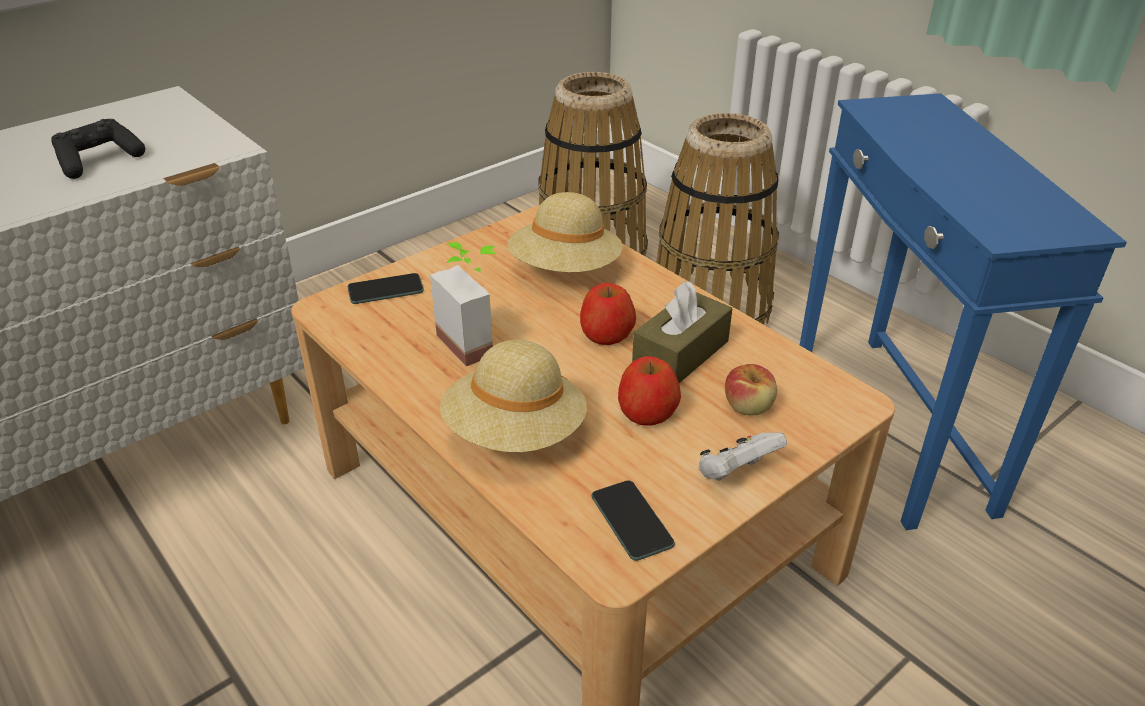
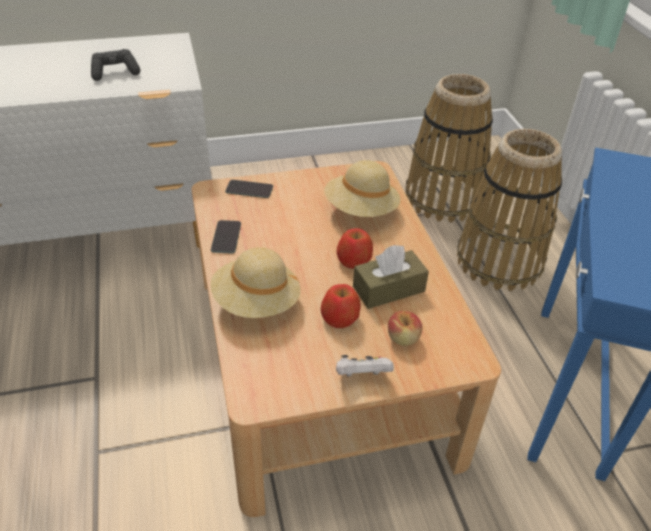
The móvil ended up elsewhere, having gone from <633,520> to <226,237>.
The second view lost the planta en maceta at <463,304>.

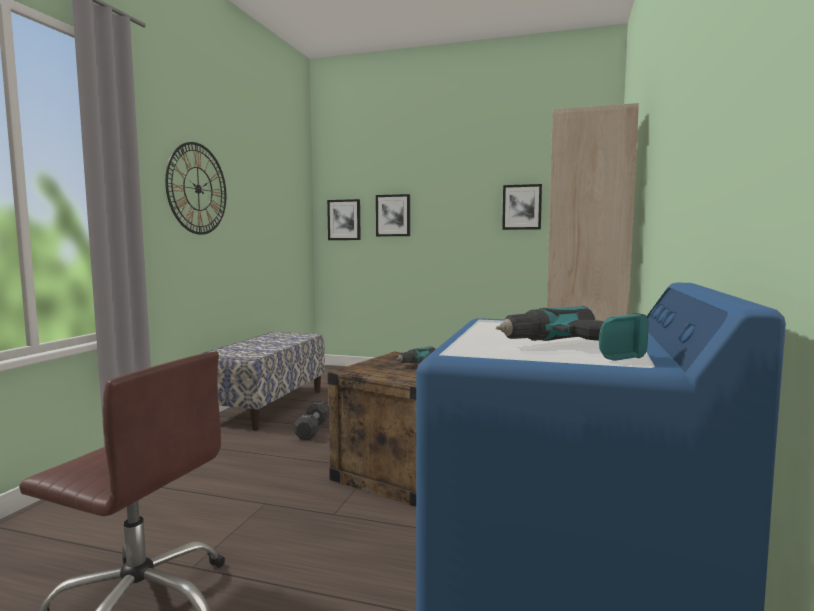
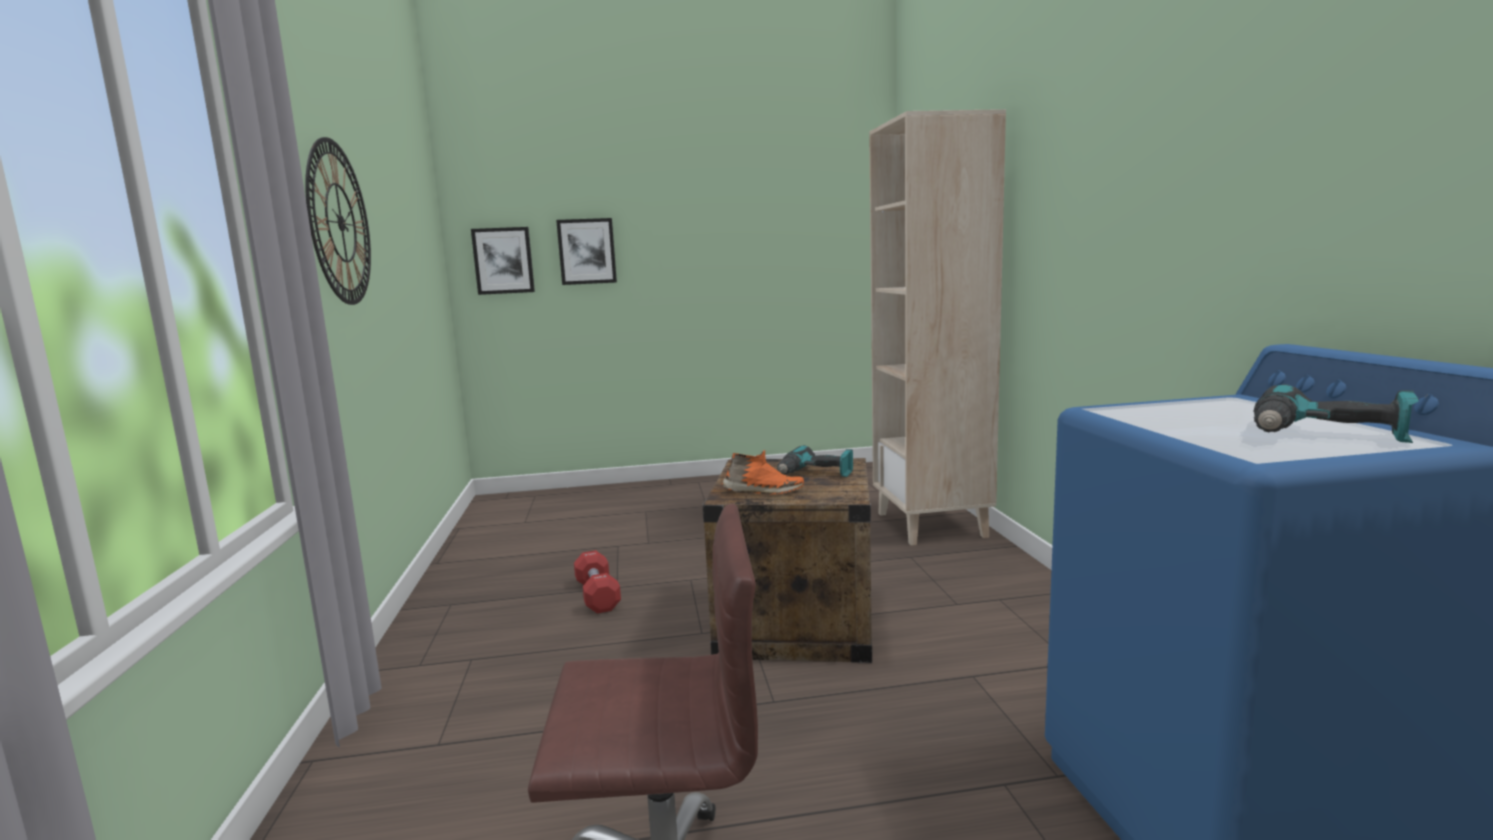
What was the mancuerna/negro at <311,420> turned into the mancuerna/rojo at <597,581>.
The second view gained the zapato/naranja at <763,472>.
The second view lost the banco at <263,381>.
The second view lost the cuadro at <522,207>.

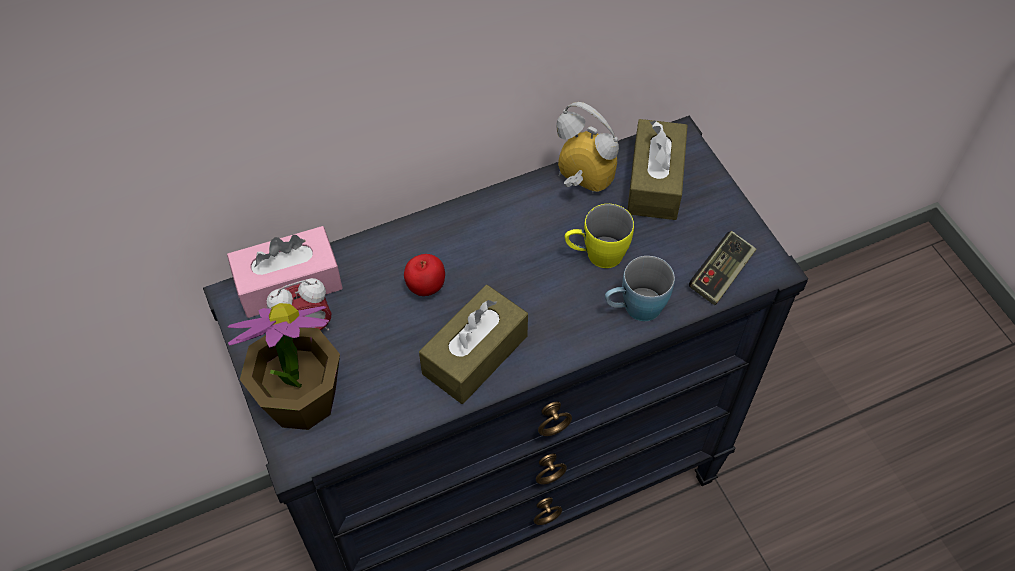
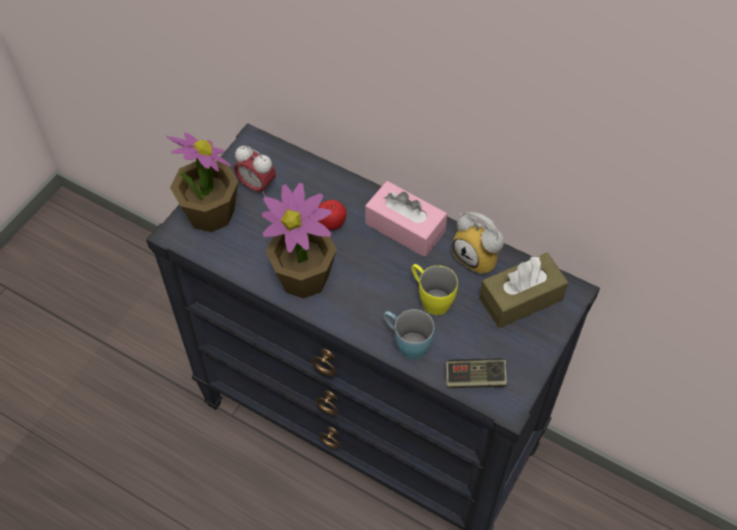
Where the caja de pañuelos/marrón stood at <473,344>, the planta en maceta came to stand at <299,241>.
The caja de pañuelos/rosa ended up elsewhere, having gone from <285,272> to <406,219>.
The despertador at <587,148> ended up facing another way, 135 degrees clockwise from before.

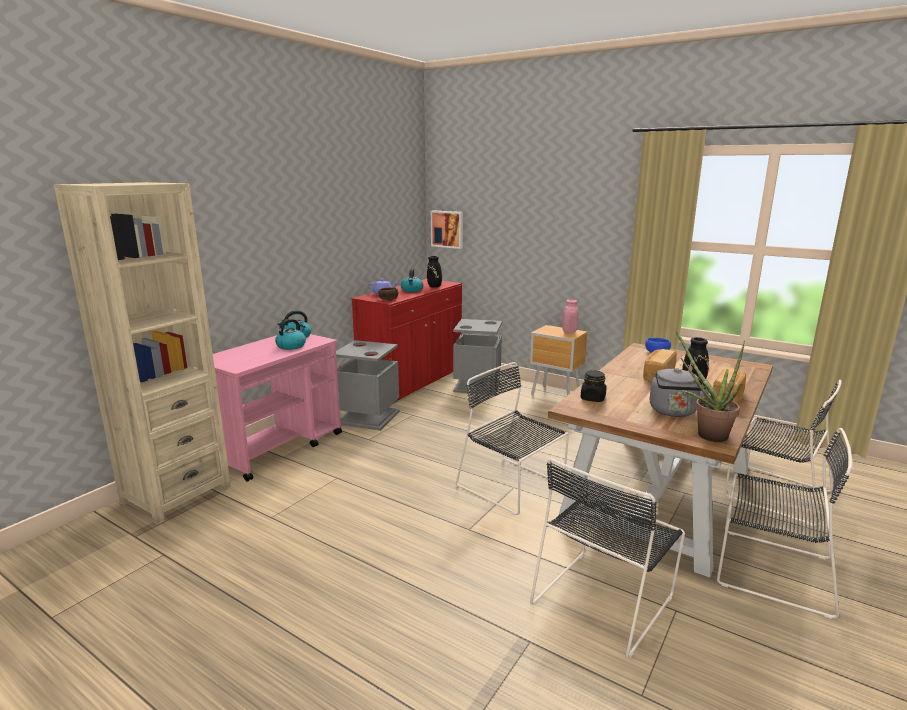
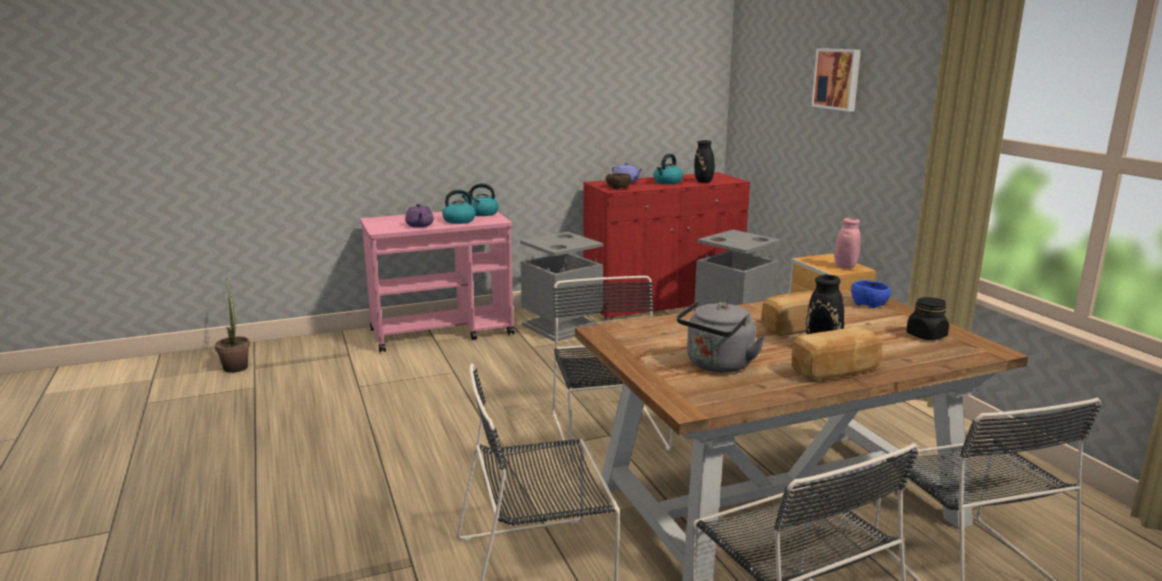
The planta en maceta ended up elsewhere, having gone from <710,385> to <232,325>.
The second view gained the tetera/morado at <419,215>.
The cuadro ended up elsewhere, having gone from <447,229> to <836,80>.
The tarro/negro ended up elsewhere, having gone from <594,386> to <927,318>.
The second view lost the estantería/beis at <142,353>.

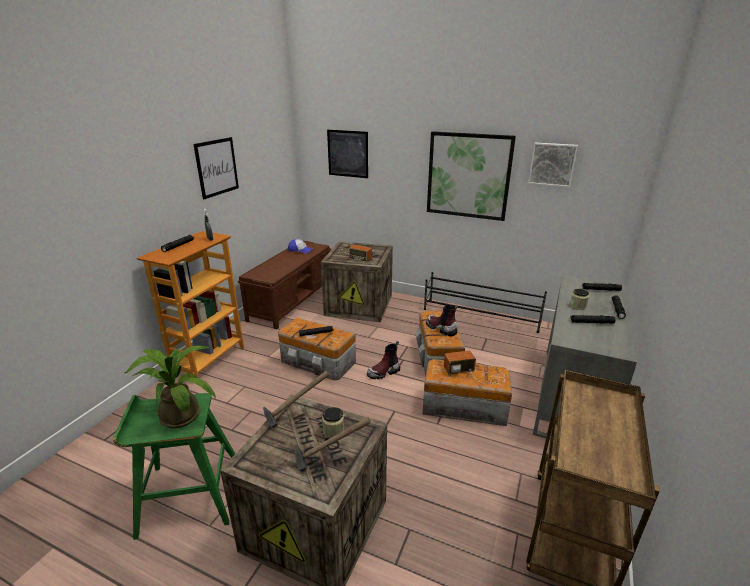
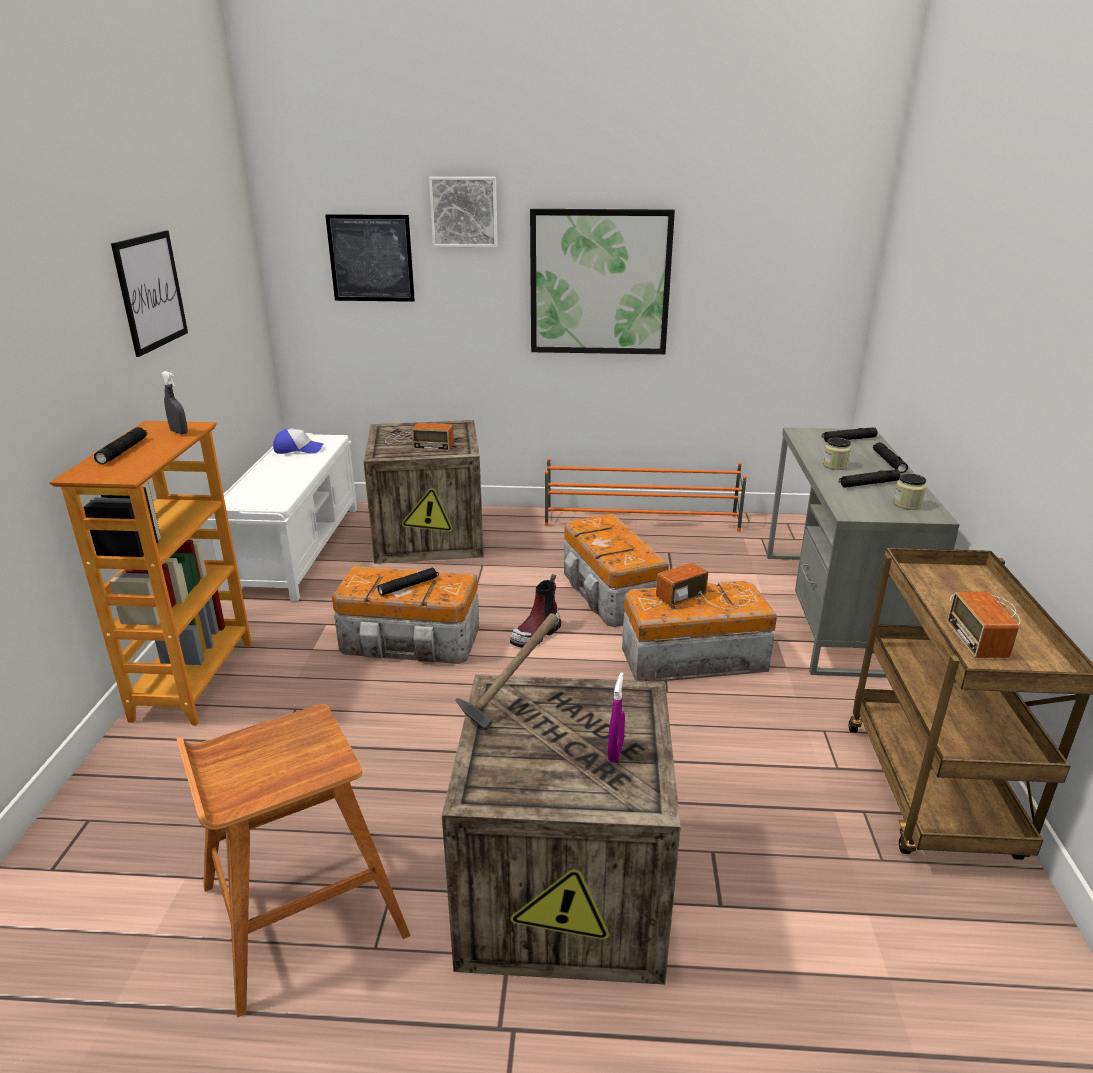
What was the taburete/verde at <174,466> turned into the taburete/marrón at <293,861>.
What was the banco/marrón at <284,284> turned into the banco/blanco at <281,517>.
The cuadro ended up elsewhere, having gone from <553,164> to <463,212>.
What was the zapatero/negro at <485,302> turned into the zapatero/naranja at <646,494>.
Where the martillo stood at <333,444>, the pulverizador/morado came to stand at <616,717>.
The tarro ended up elsewhere, having gone from <333,422> to <909,492>.
The second view gained the radio at <984,625>.
The second view lost the planta en maceta at <170,387>.
The second view lost the bota at <442,320>.

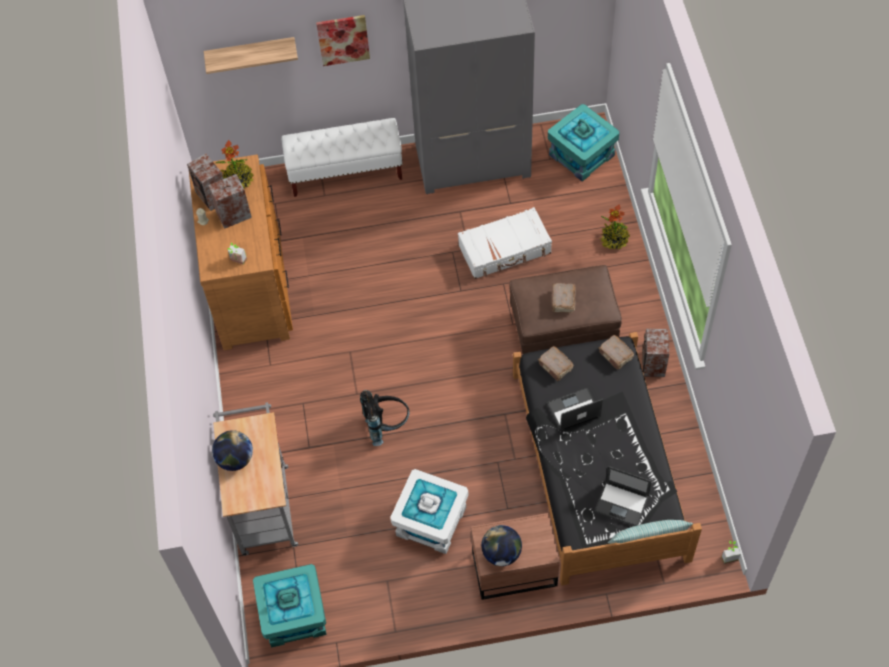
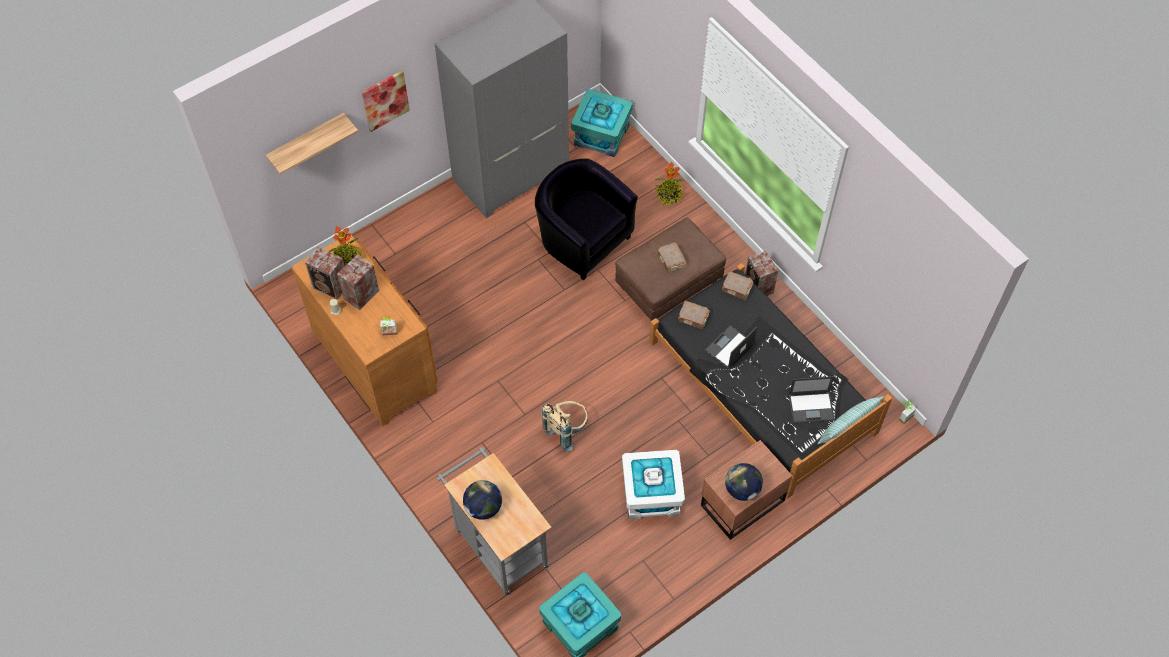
Where the maleta/blanco stood at <505,243>, the sillón/negro came to stand at <586,220>.
What was the mochila/negro at <385,418> turned into the mochila/beis at <565,426>.
The second view lost the banco/blanco at <342,157>.

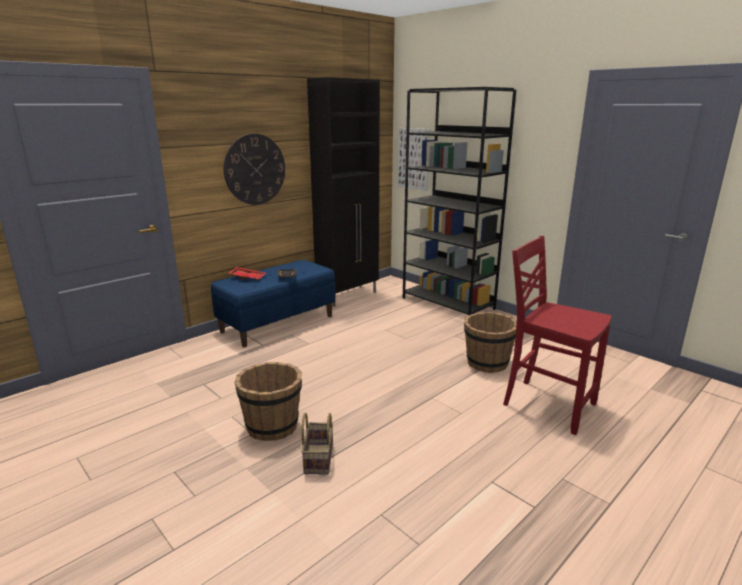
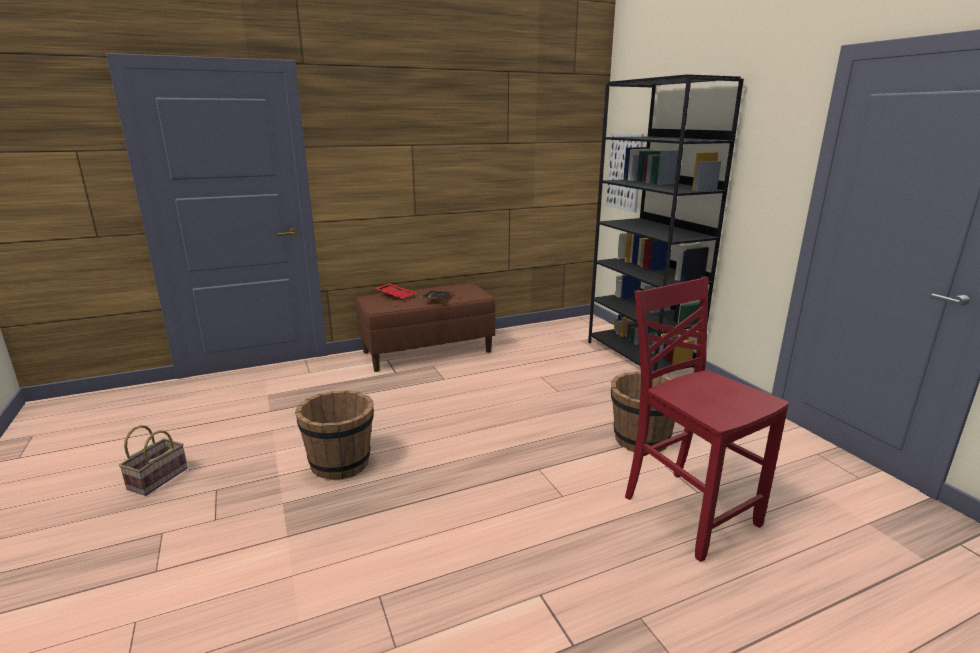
The cesta ended up elsewhere, having gone from <317,443> to <153,460>.
What was the banco/azul at <273,303> turned into the banco/marrón at <426,327>.
The second view lost the reloj de pared at <254,169>.
The second view lost the armario/negro at <343,191>.

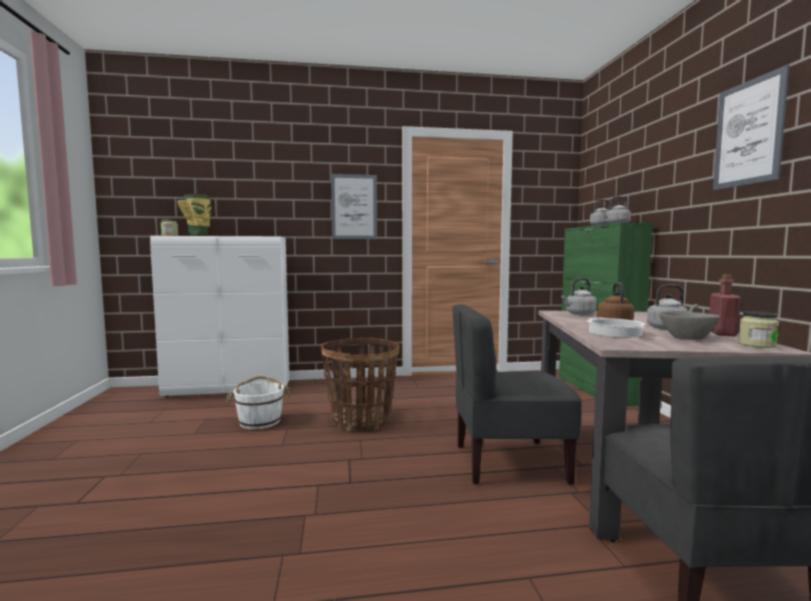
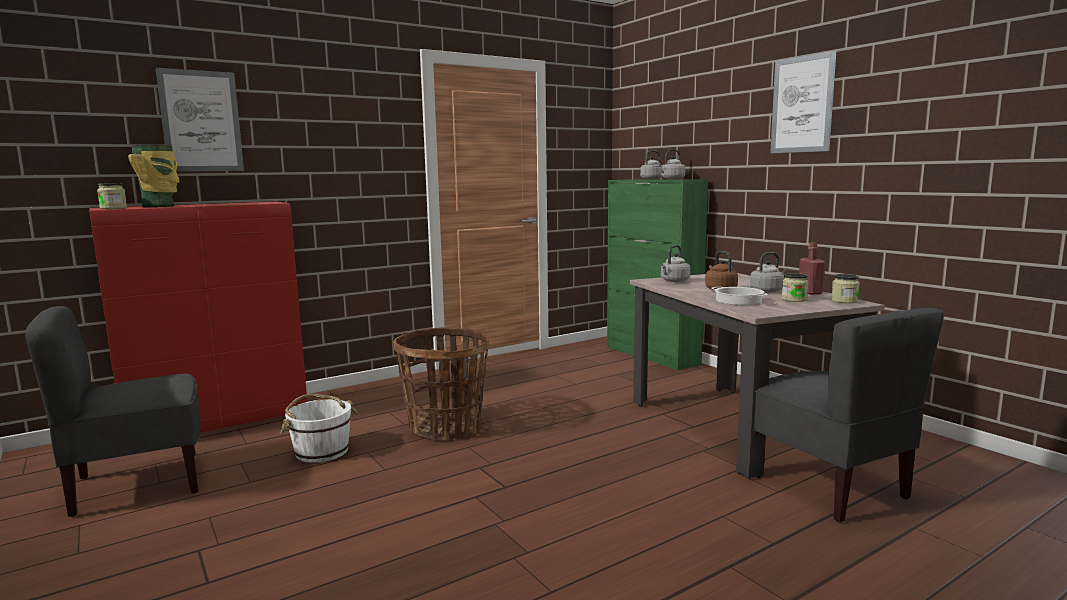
The silla/gris ended up elsewhere, having gone from <517,394> to <113,411>.
What was the armario/blanco at <220,317> turned into the armario/rojo at <198,317>.
The cuadro ended up elsewhere, having gone from <354,206> to <200,120>.
Where the cuenco/gris stood at <689,326>, the tarro came to stand at <795,287>.

